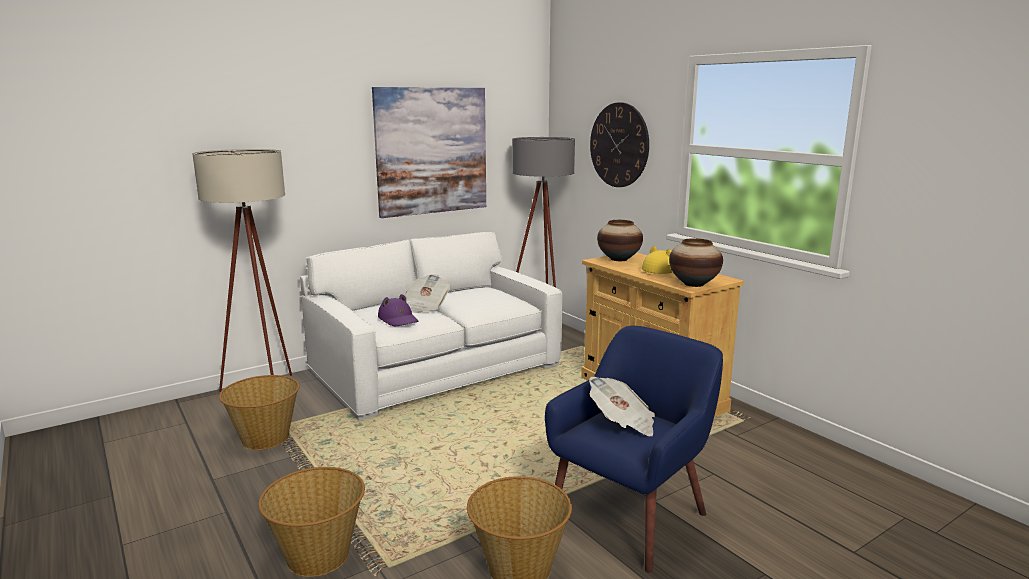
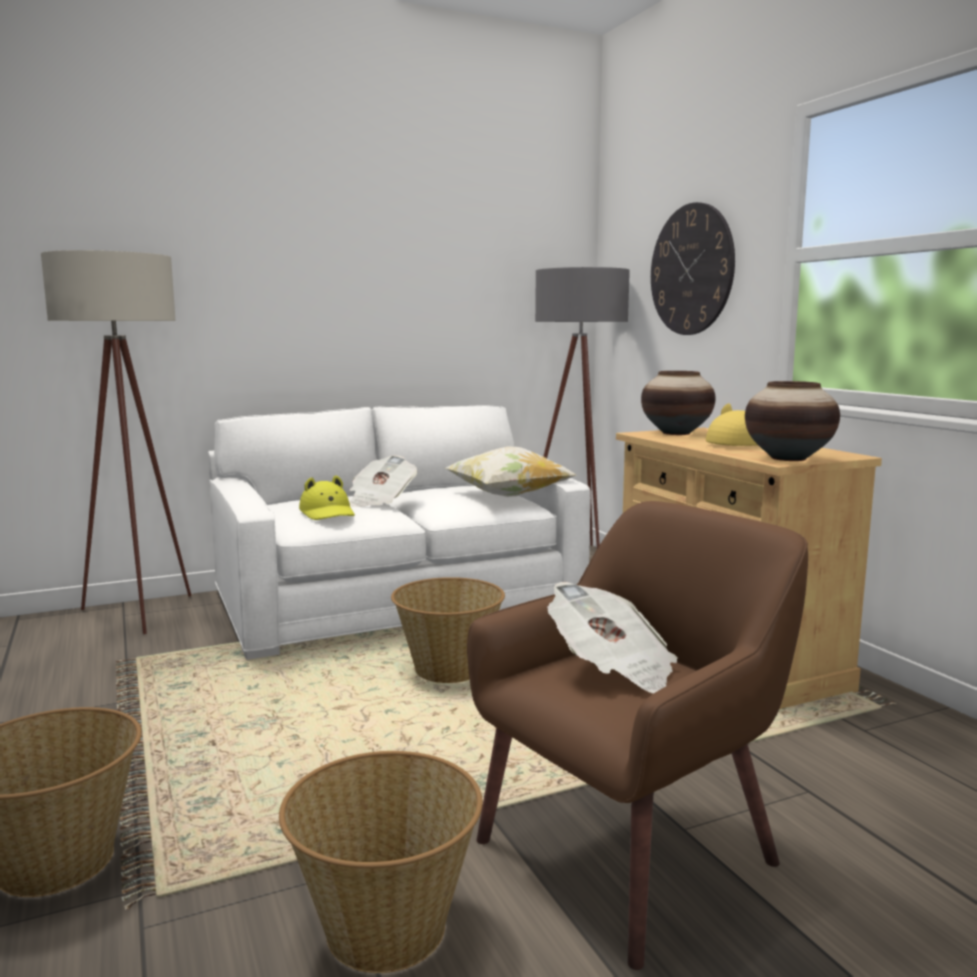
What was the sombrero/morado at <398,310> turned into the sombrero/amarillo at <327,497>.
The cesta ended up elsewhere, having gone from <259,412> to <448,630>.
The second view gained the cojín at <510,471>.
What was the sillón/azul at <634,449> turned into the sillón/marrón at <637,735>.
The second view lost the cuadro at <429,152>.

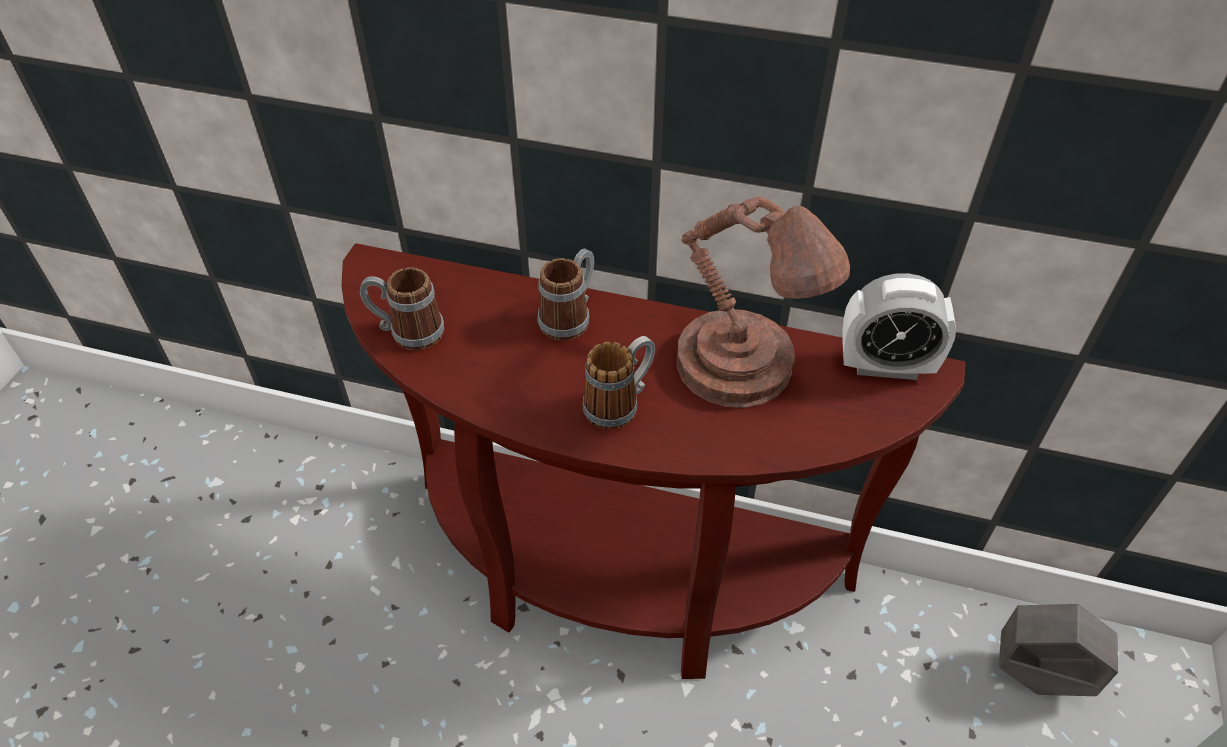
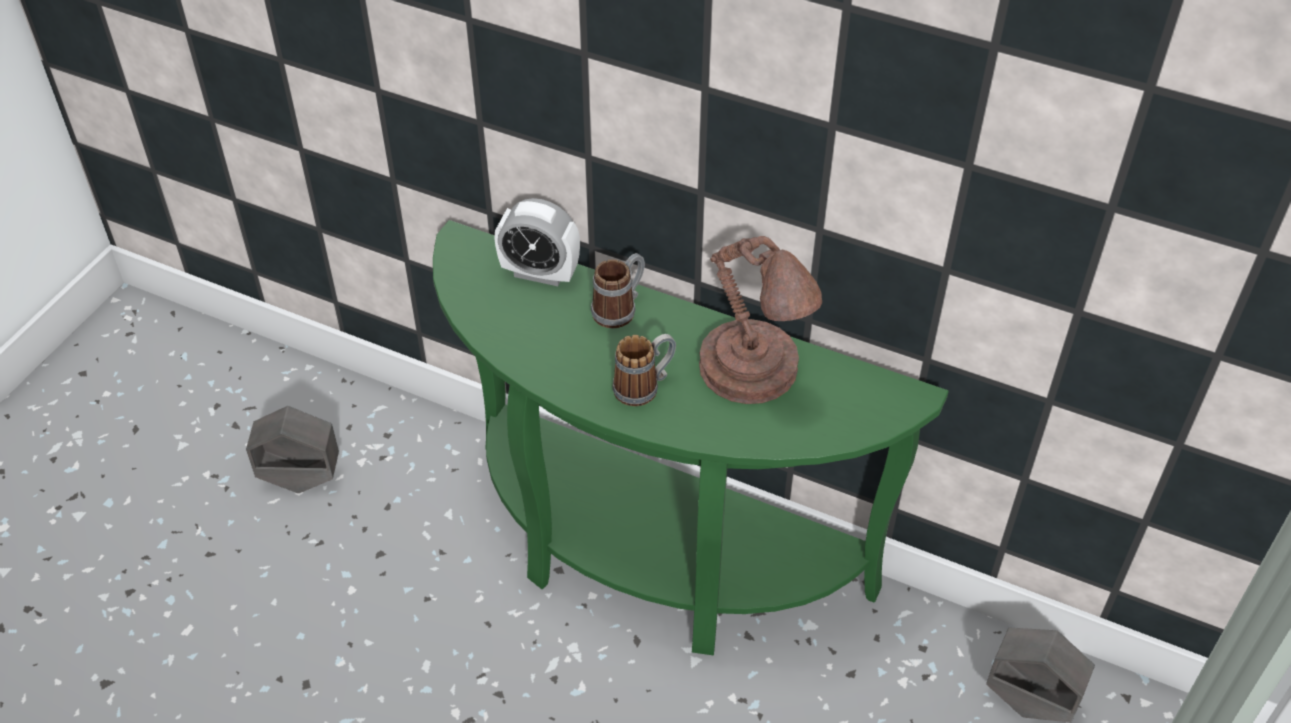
The second view gained the maceta/gris at <292,449>.
What was the mesa consola/marrón at <653,461> turned into the mesa consola/verde at <691,437>.
The despertador ended up elsewhere, having gone from <899,326> to <537,242>.
The second view lost the taza grande at <402,308>.

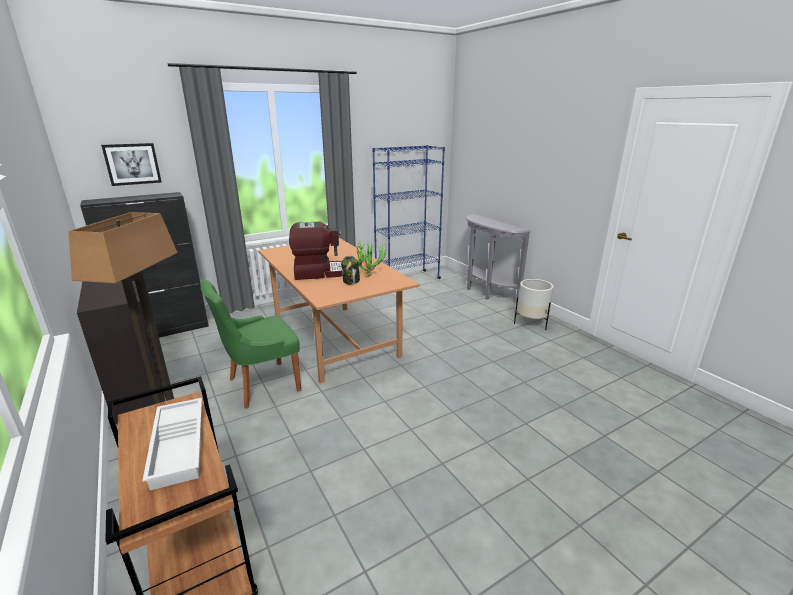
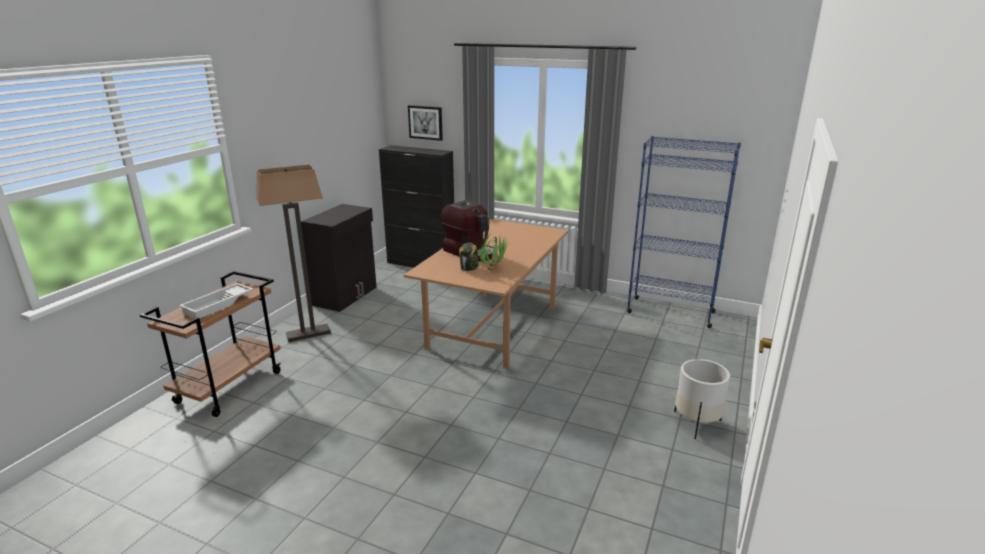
The second view lost the silla/verde at <250,344>.
The second view lost the mesa consola/gris at <498,258>.

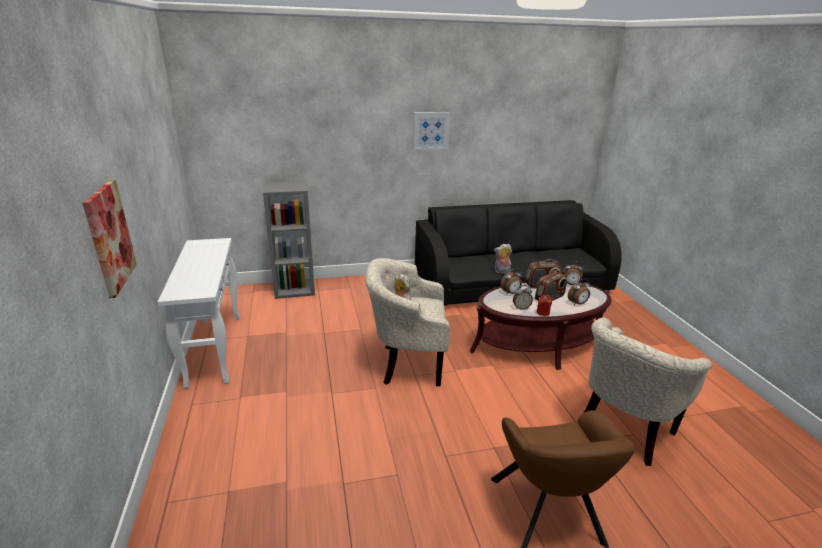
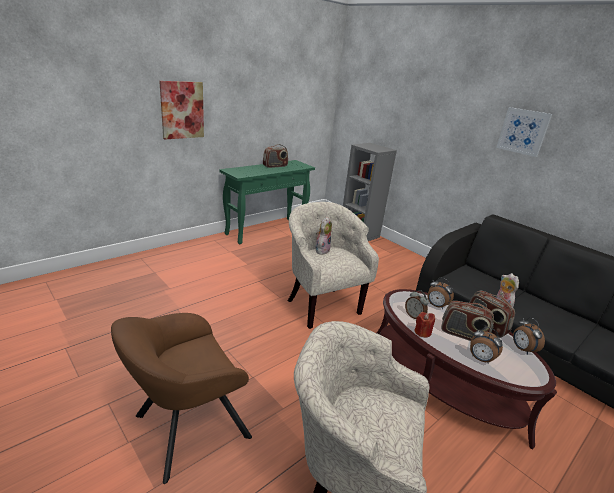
What was the mesa consola/blanco at <199,313> turned into the mesa consola/verde at <267,202>.
The second view gained the radio at <275,156>.

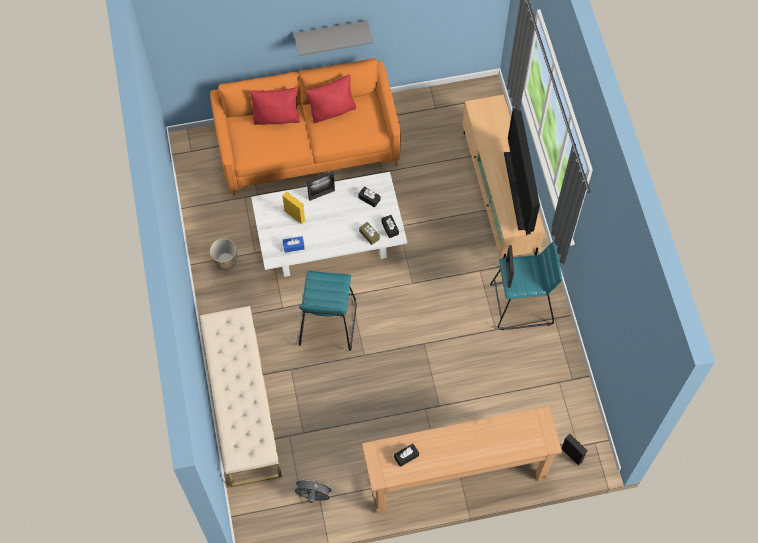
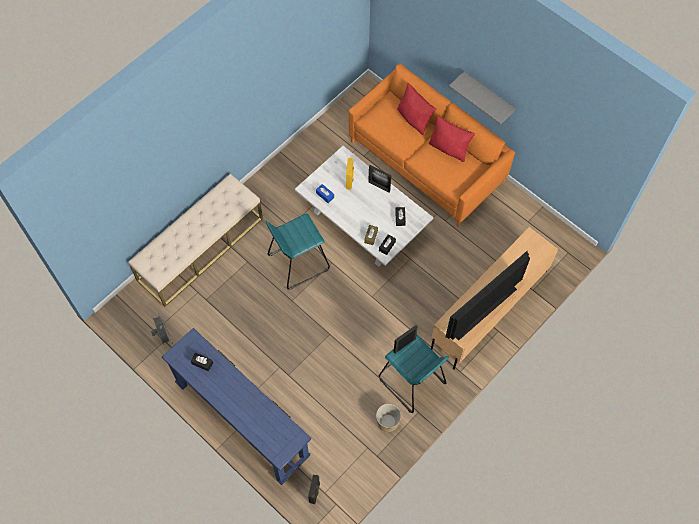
What was the mesa consola/marrón at <462,460> turned into the mesa consola/azul at <236,406>.
The maceta ended up elsewhere, having gone from <223,254> to <388,418>.

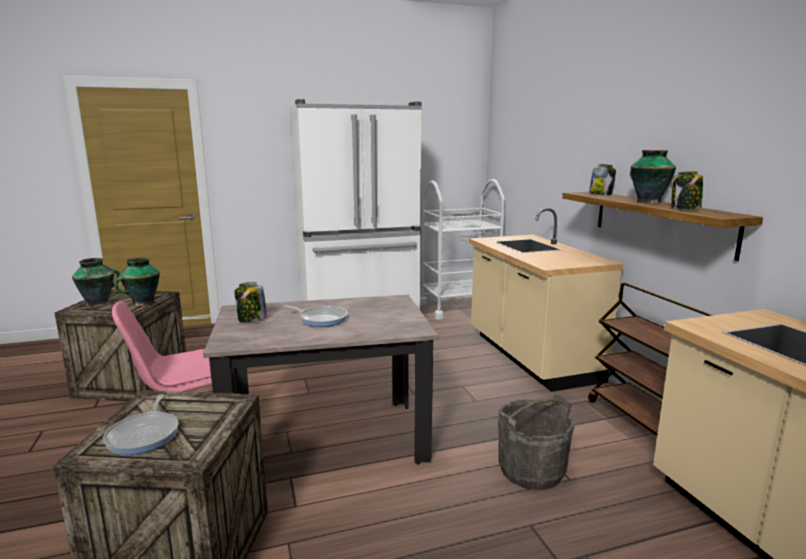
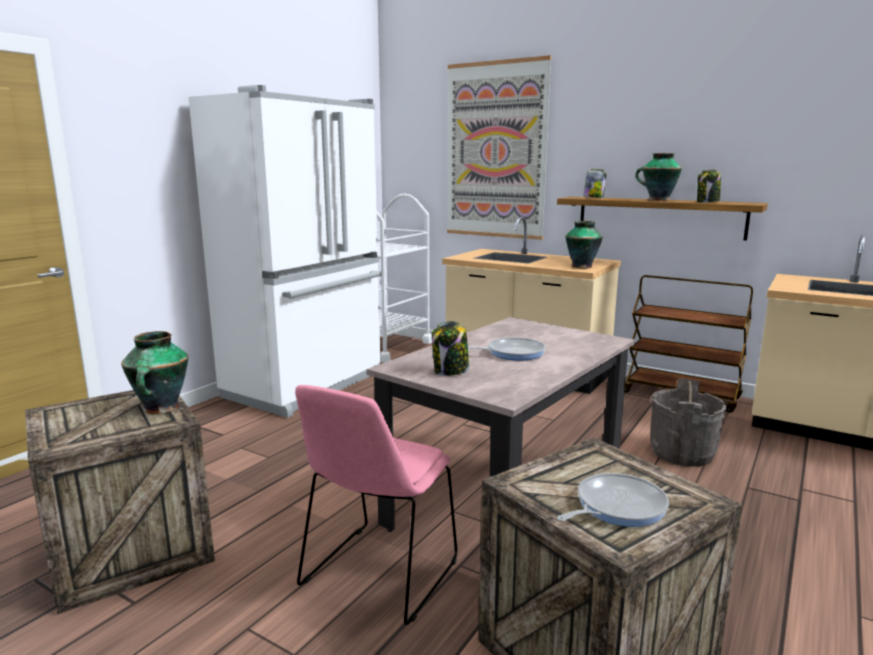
The second view gained the cuadro at <499,147>.
The sartén at <141,424> ended up facing another way, 75 degrees counterclockwise from before.
The florero ended up elsewhere, having gone from <96,282> to <584,245>.

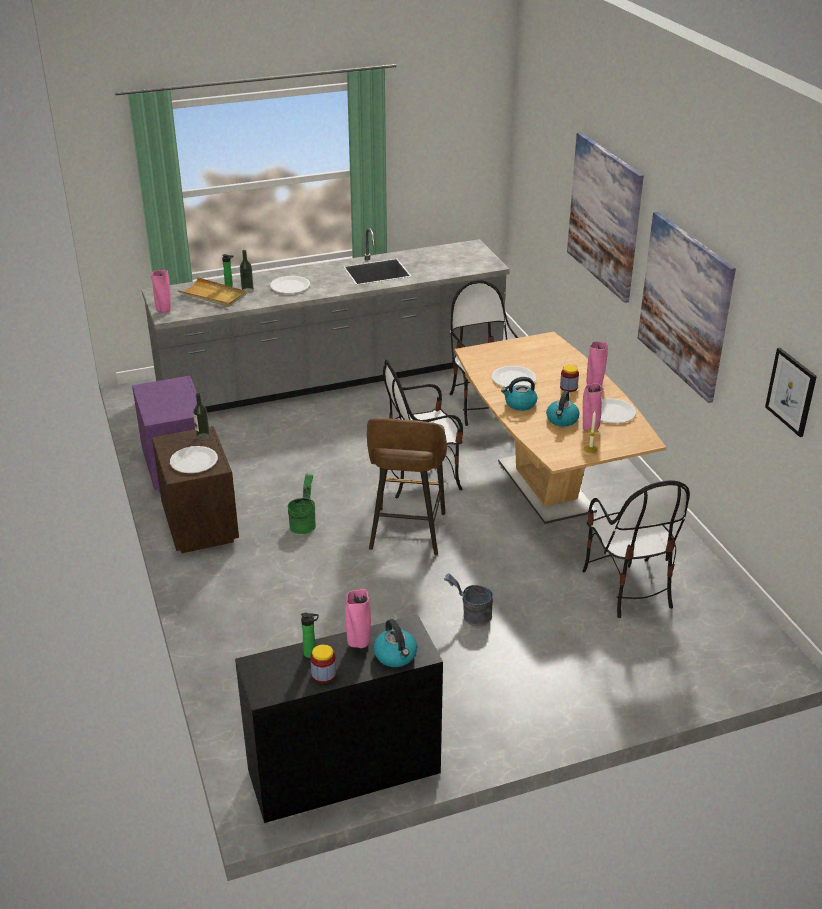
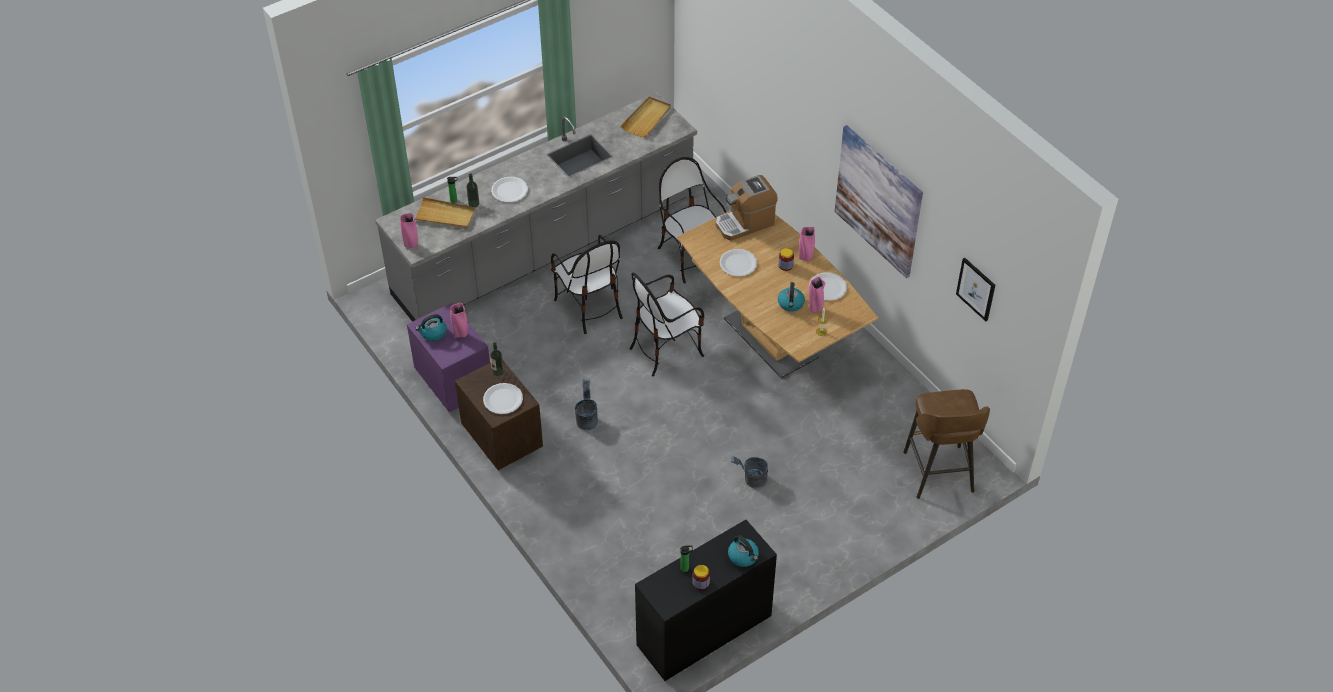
The hervidor ended up elsewhere, having gone from <519,394> to <431,327>.
The florero/rosa ended up elsewhere, having gone from <358,618> to <459,320>.
The silla ended up elsewhere, having gone from <636,549> to <587,284>.
What was the cubo/verde at <302,503> turned into the cubo/gris at <586,404>.
The second view gained the bandeja/beis at <646,117>.
The second view gained the cafetera at <747,208>.
The taburete/marrón ended up elsewhere, having gone from <407,486> to <946,444>.
The second view lost the cuadro at <605,217>.

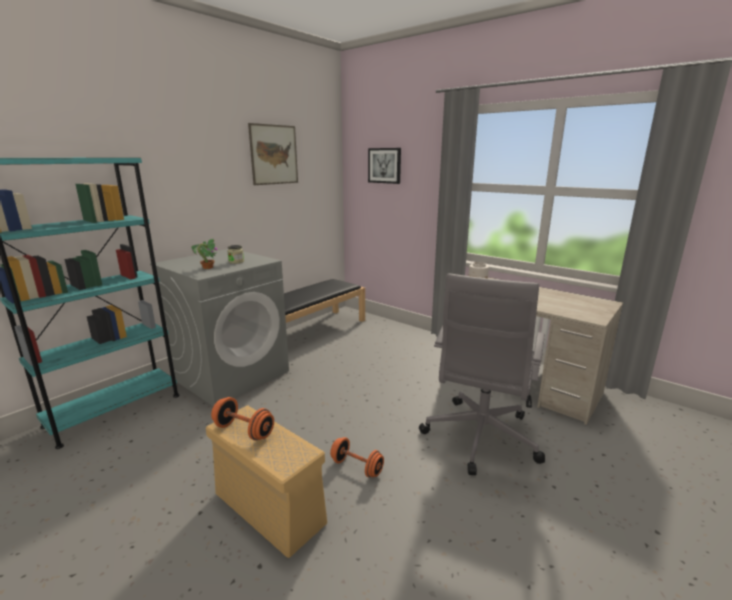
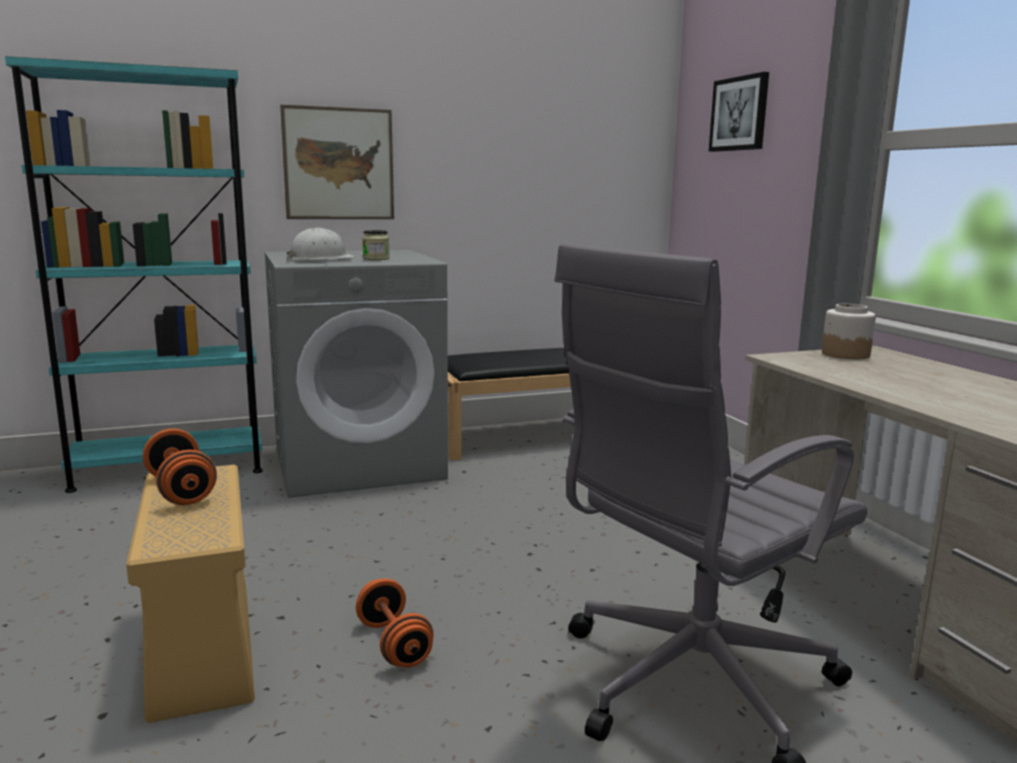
The cuadro ended up elsewhere, having gone from <273,154> to <337,161>.
Where the planta en maceta stood at <204,254>, the casco/blanco came to stand at <322,244>.

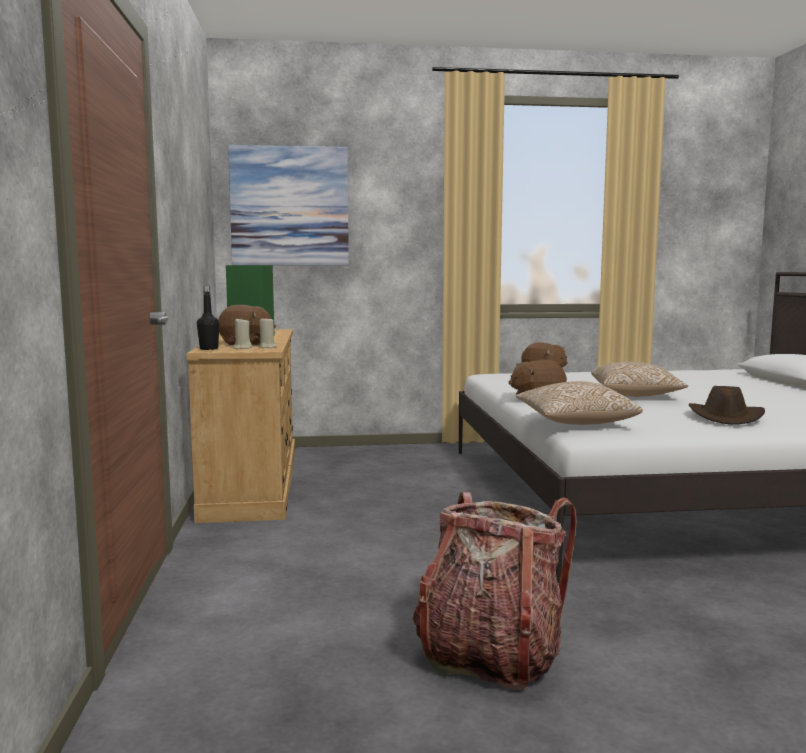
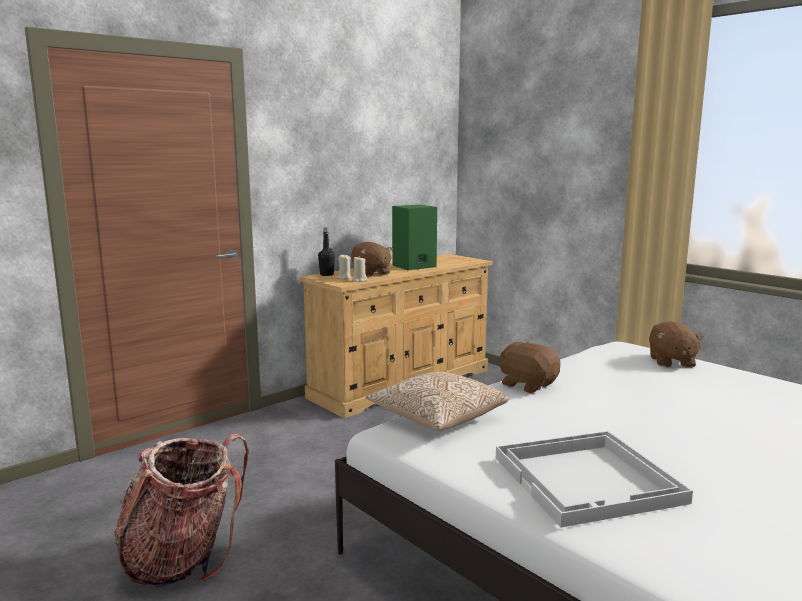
Where the sombrero/marrón stood at <727,405>, the bandeja/blanco came to stand at <594,479>.
The second view lost the cuadro at <288,205>.
The second view lost the cojín at <639,379>.

